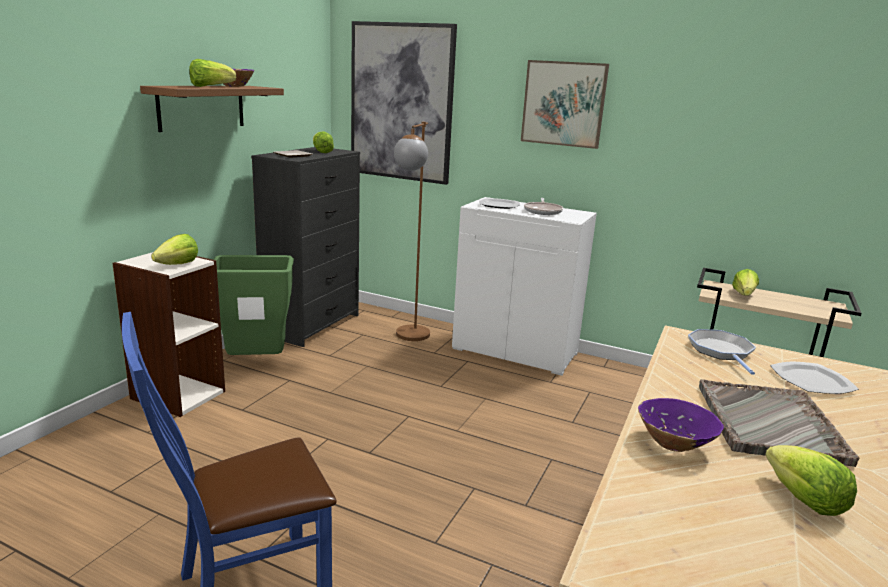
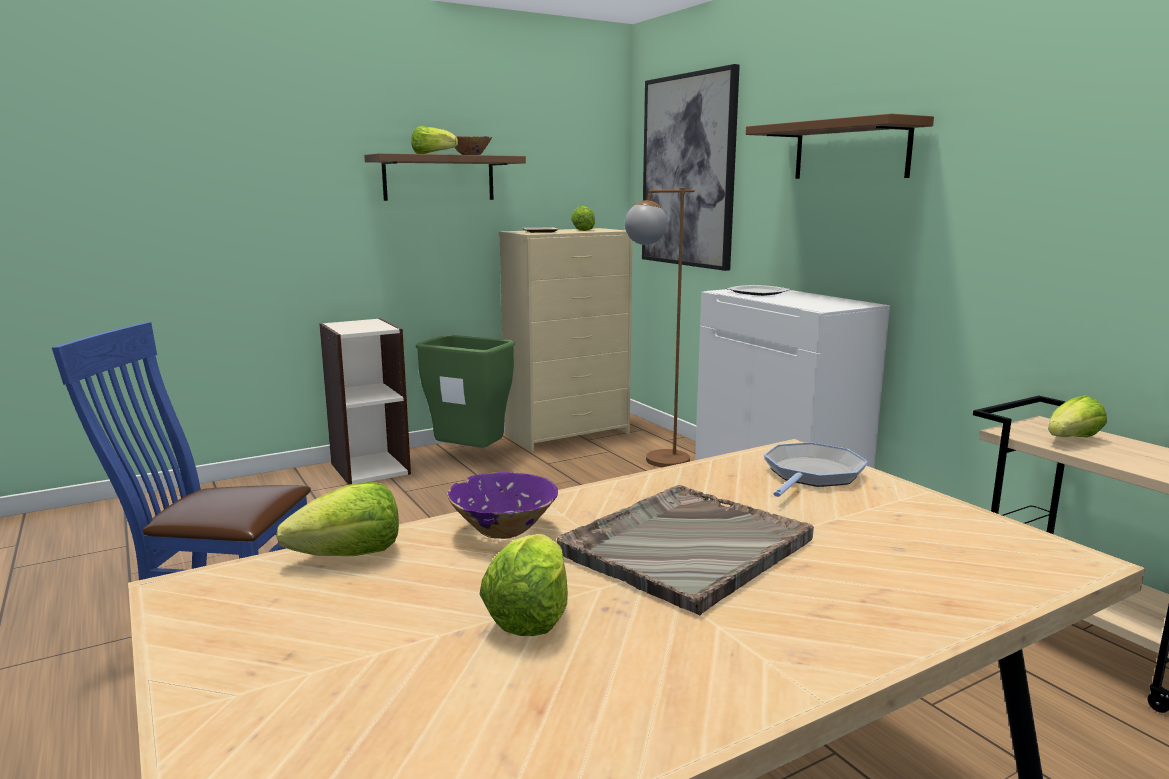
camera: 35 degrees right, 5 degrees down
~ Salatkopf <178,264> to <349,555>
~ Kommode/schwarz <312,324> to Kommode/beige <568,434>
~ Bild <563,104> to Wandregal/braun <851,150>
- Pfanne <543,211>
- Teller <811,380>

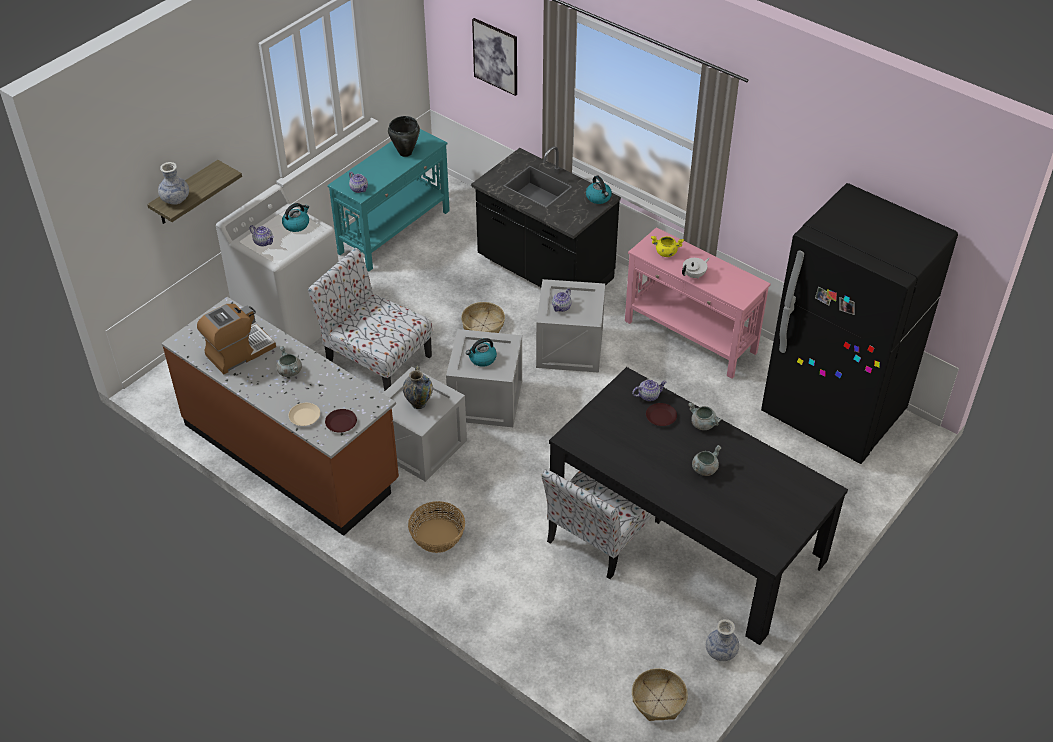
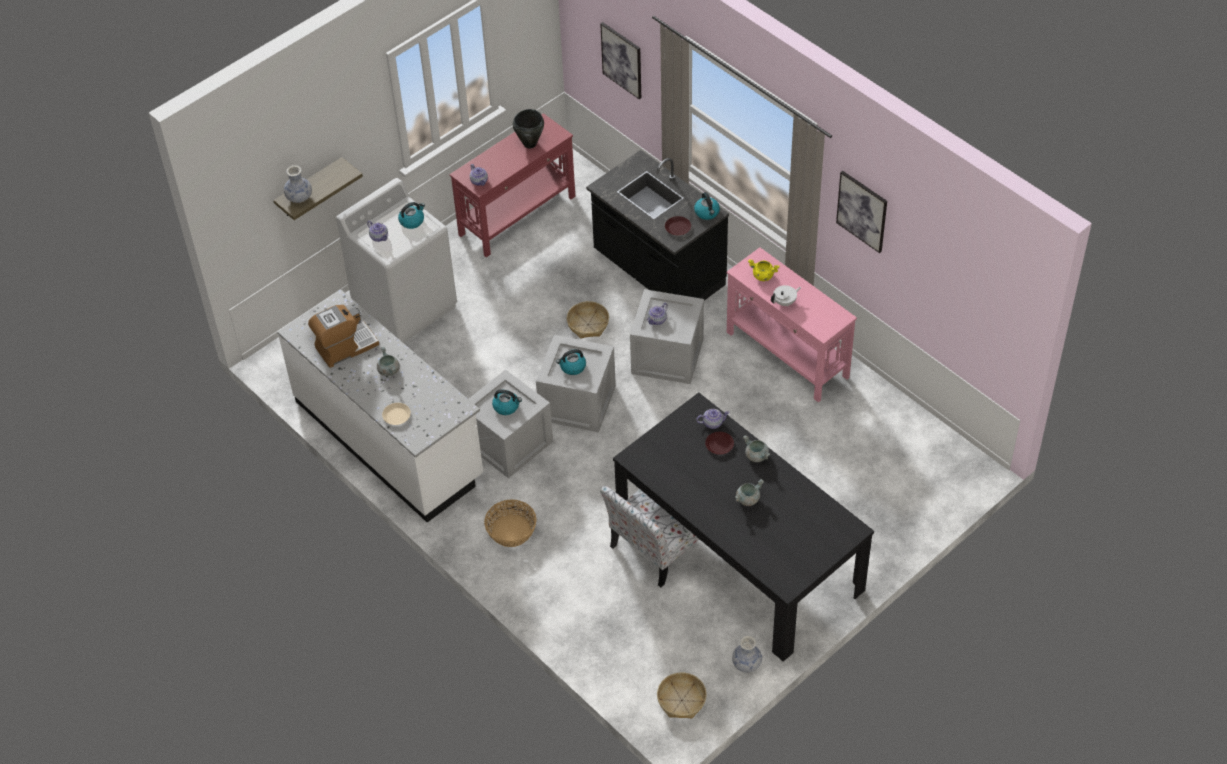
camera: 10 degrees right, 5 degrees up
~ Küchenzeile/braun <291,453> to Küchenzeile/weiß <389,439>
- Stuhl <376,359>
~ Teller/braun <341,423> to <678,228>
~ Konsolentisch/türkis <395,232> to Konsolentisch/rot <518,215>
~ Vase <418,403> to Wasserkessel <506,406>
- Kühlschrank/schwarz <833,414>
+ Bild <862,211>

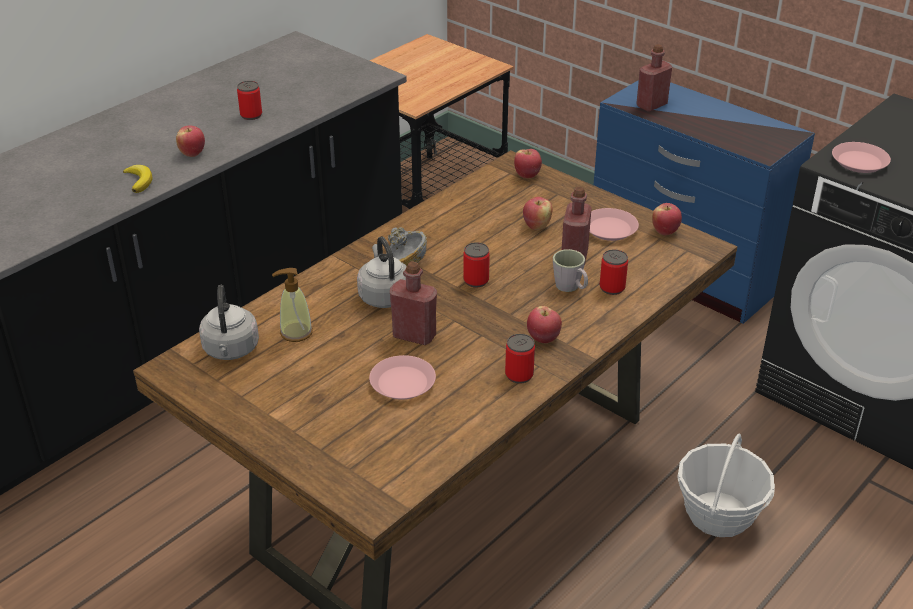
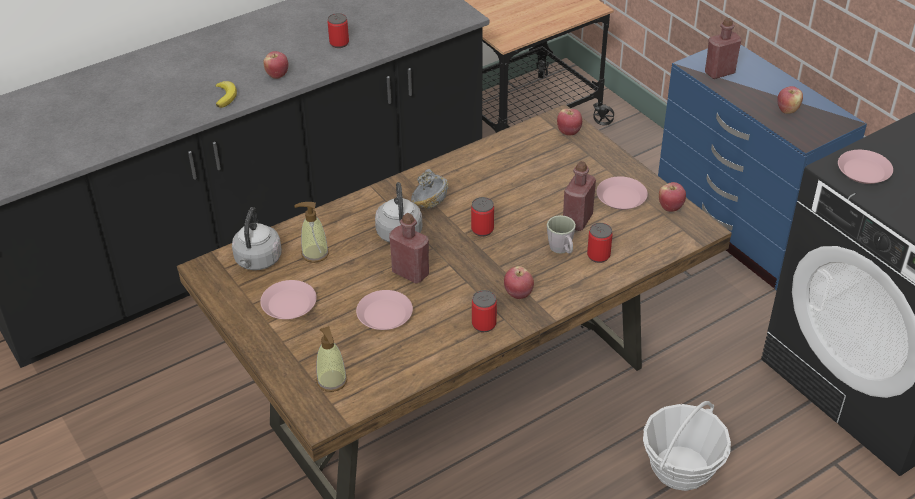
camera: 15 degrees right, 5 degrees up
~ Apfel <536,226> to <787,110>
+ Teller/rosa <289,304>
+ Seifenspender <332,381>

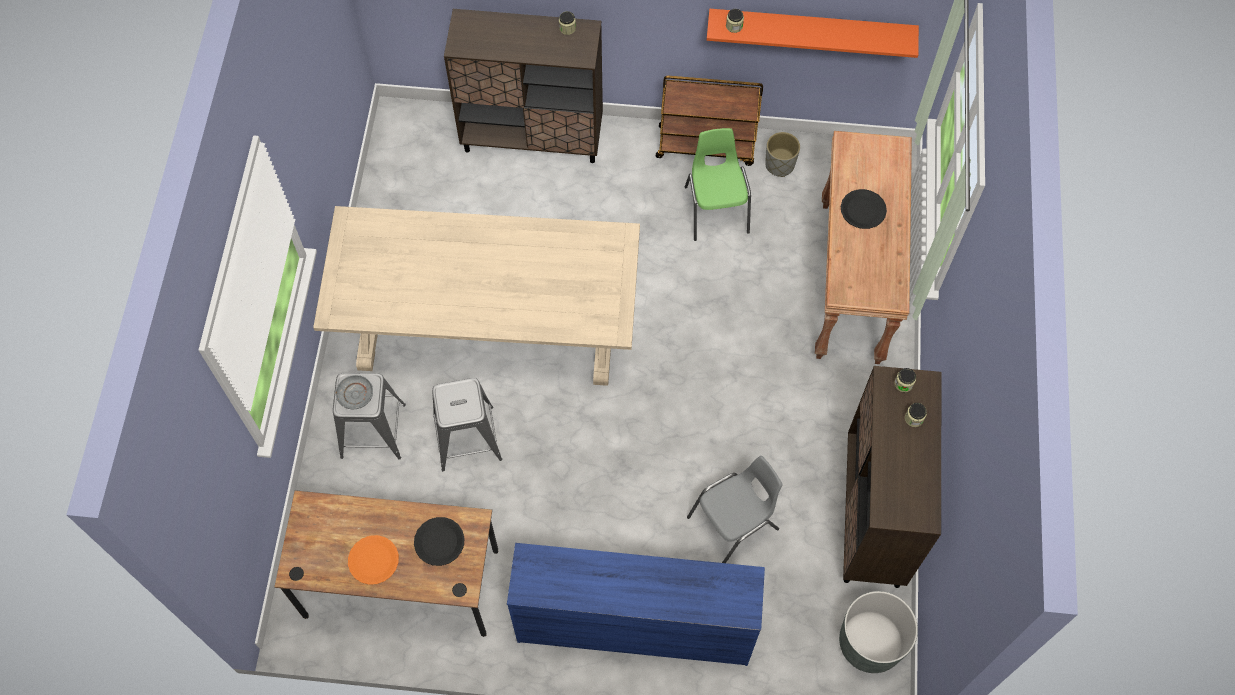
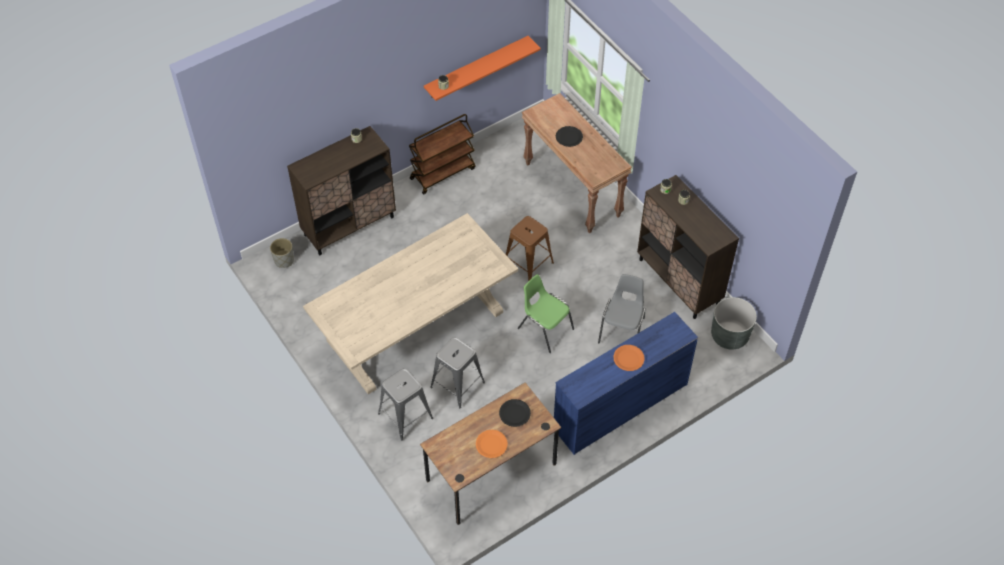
camera: 40 degrees left, 10 degrees down
- Teller/grau <355,395>
~ Stuhl/grün <716,208> to <545,328>
~ Pflanzkübel/grau <779,164> to <284,260>
+ Hocker/braun <528,264>
+ Teller/orange <628,358>

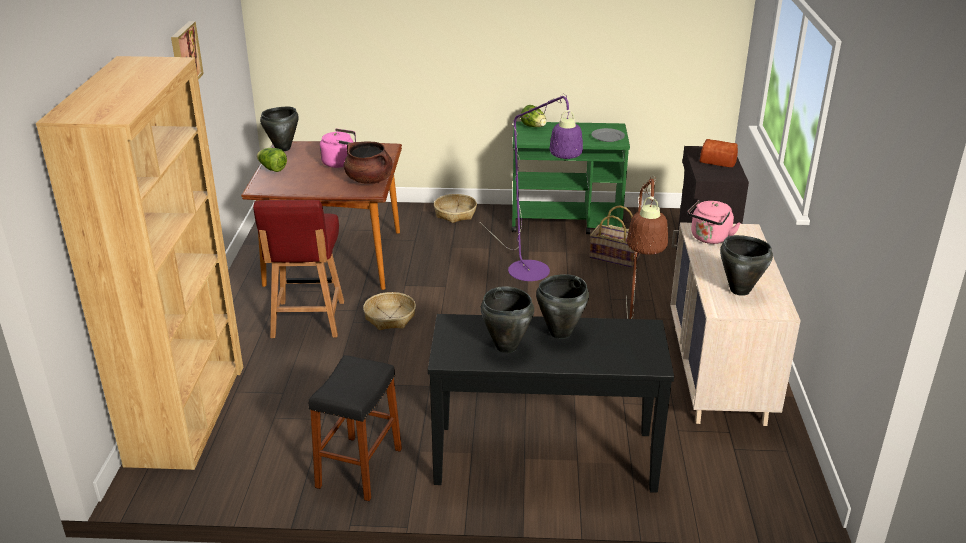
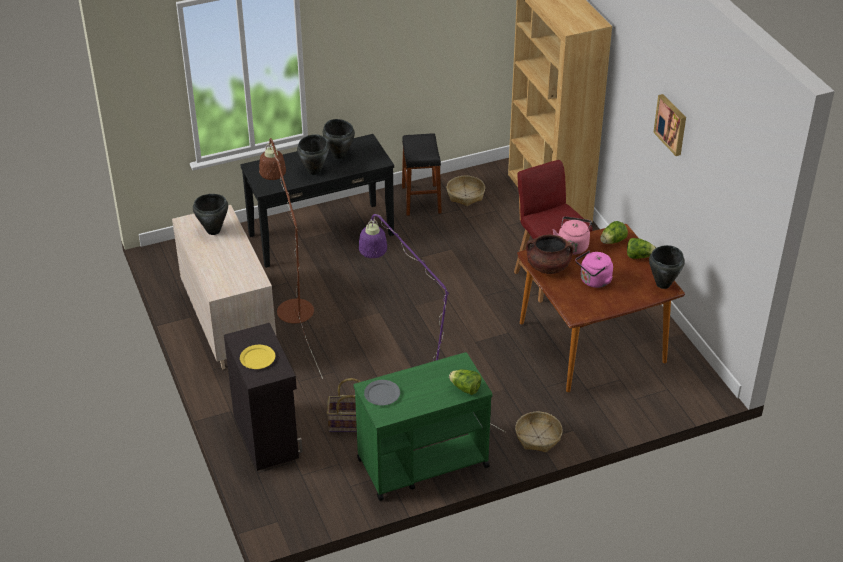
camera: 155 degrees right, 10 degrees up
~ Korb <390,317> to <465,195>
~ Wasserkessel/rosa <709,238> to <573,246>
~ Brot <717,161> to Teller/gelb <258,358>
+ Salatkopf <612,241>

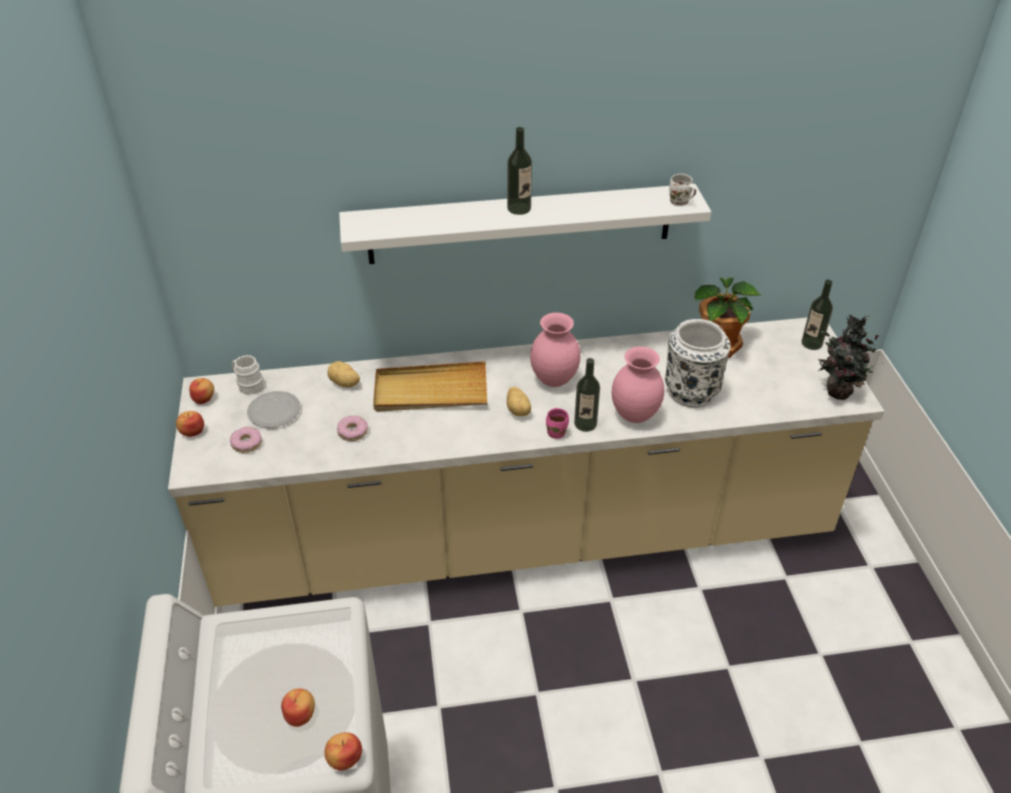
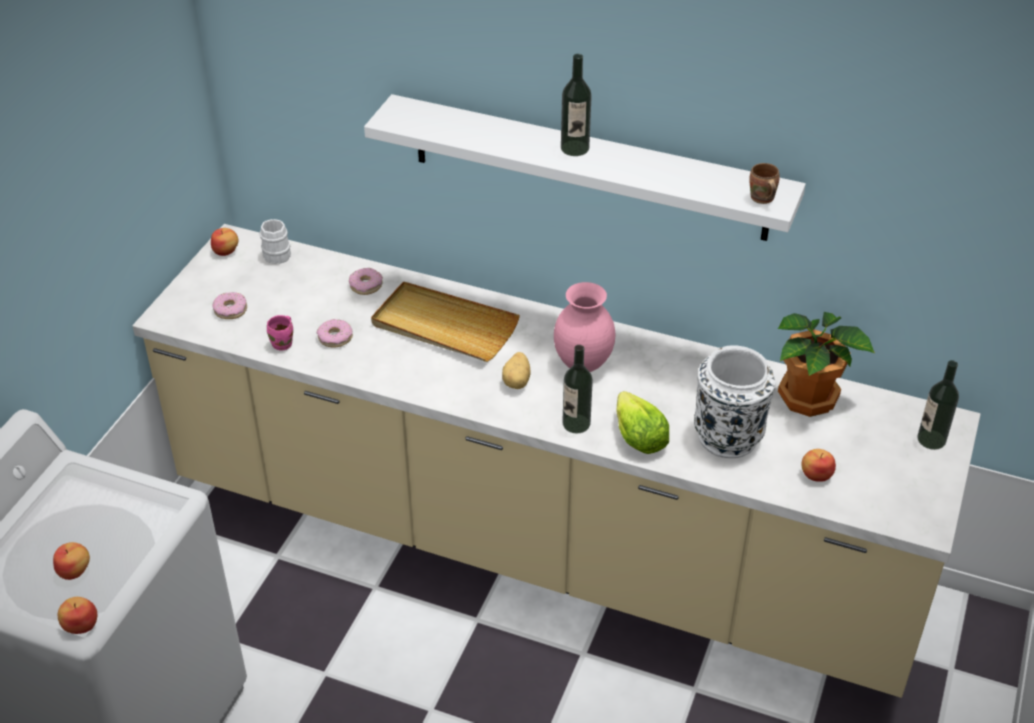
camera: 30 degrees right, 0 degrees up
~ Apfel <192,431> to <816,474>
- Teller <274,412>
~ Kartoffel <344,383> to Donut <366,285>
~ Henkelbecher/rosa <557,432> to <284,344>
~ Vase/rosa <635,416> to Salatkopf <638,437>
~ Henkelbecher/weiß <679,203> to Henkelbecher/braun <761,199>
- Topfpflanze <836,392>

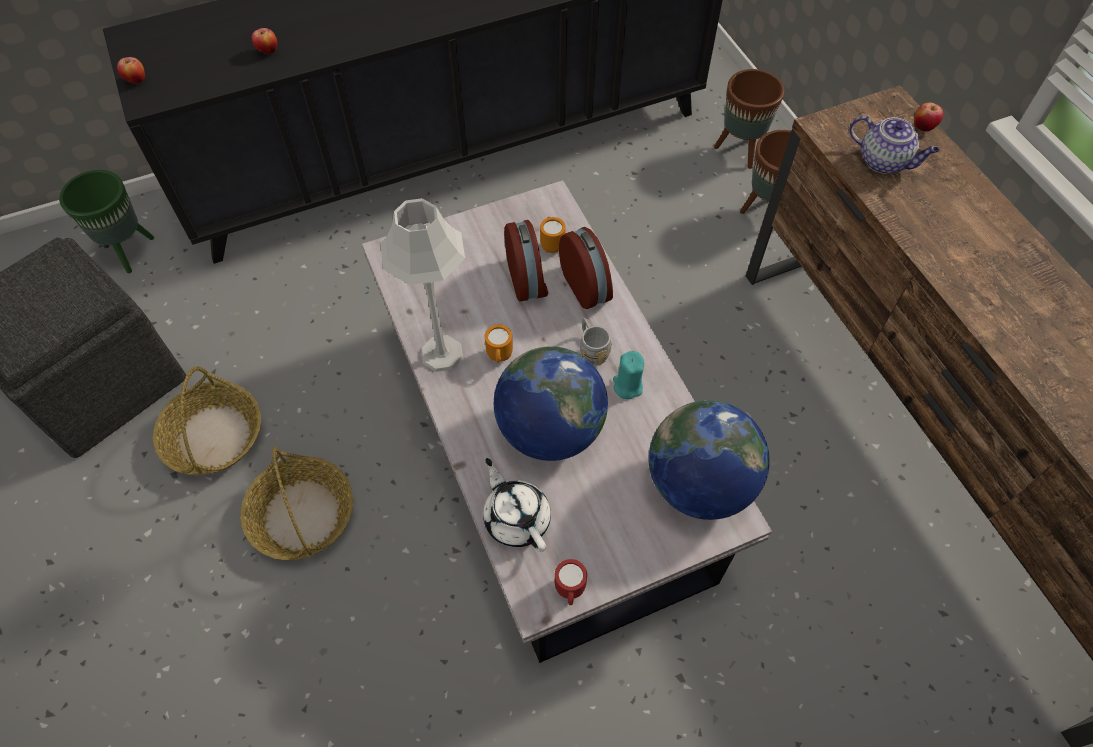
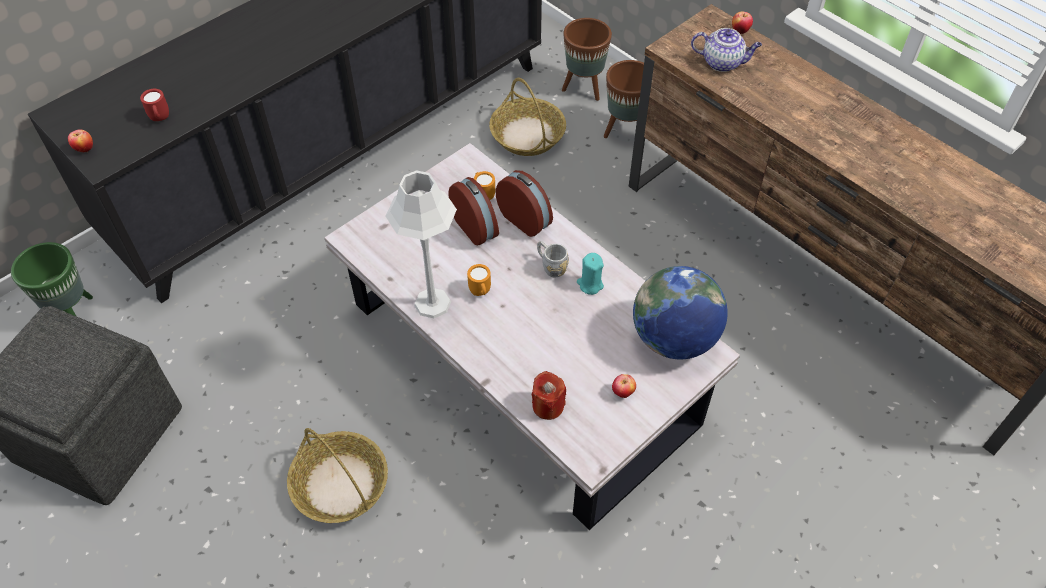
camera: 20 degrees left, 5 degrees down
~ Korb <214,436> to <527,135>
~ Apfel <268,52> to <623,393>
~ Teekanne/weiß <516,518> to Kerze/rot <548,406>
- Globus <550,430>
~ Henkelbecher/rot <570,592> to <160,119>

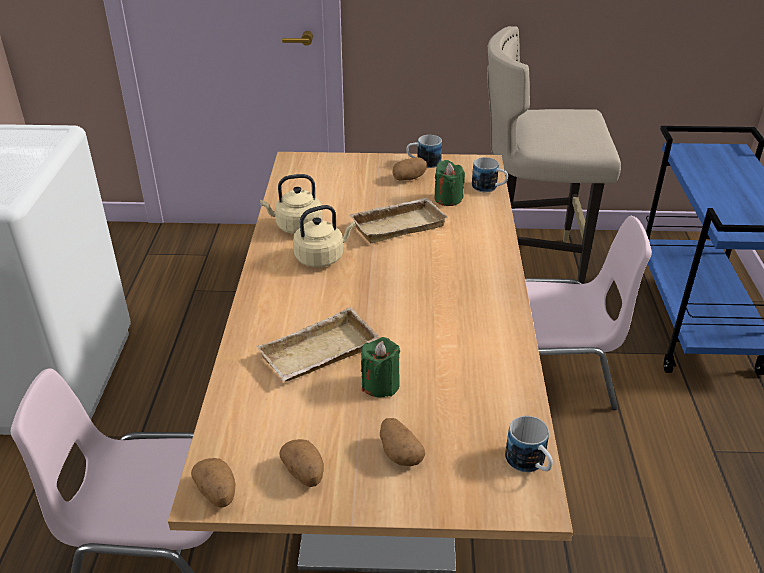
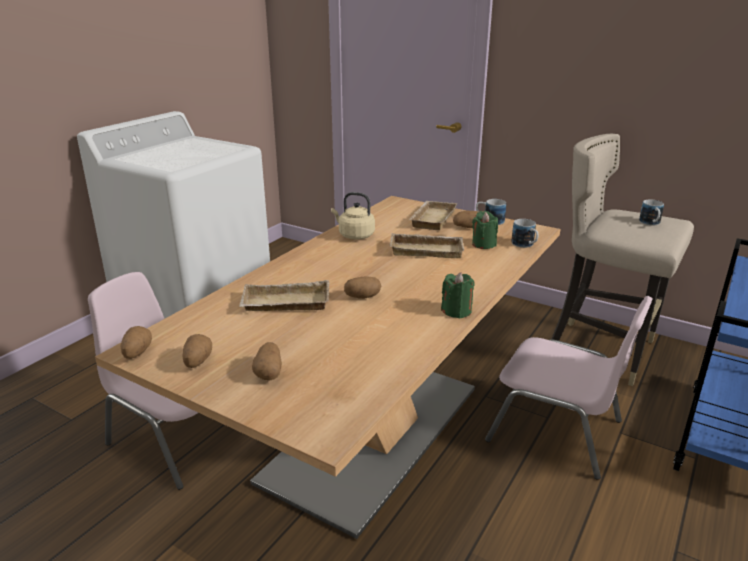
camera: 30 degrees right, 10 degrees down
- Wasserkessel/beige <322,258>
~ Kerze/grün <380,385> to <456,311>
~ Henkelbecher <530,464> to <651,223>
+ Kartoffel <363,297>
+ Tablett/beige <431,219>

